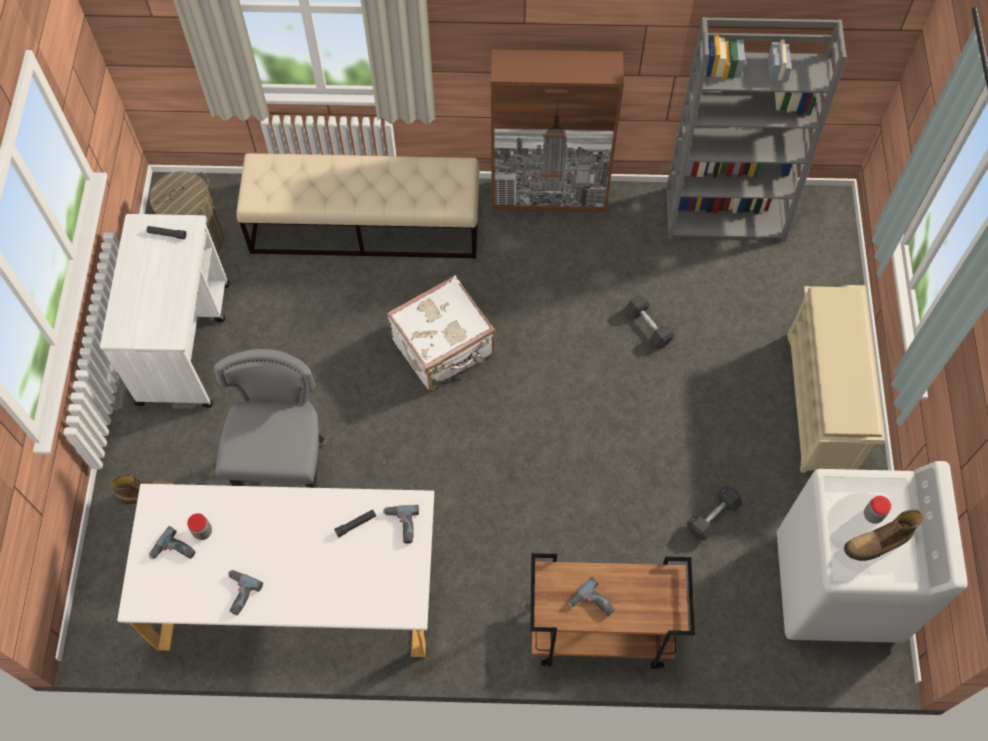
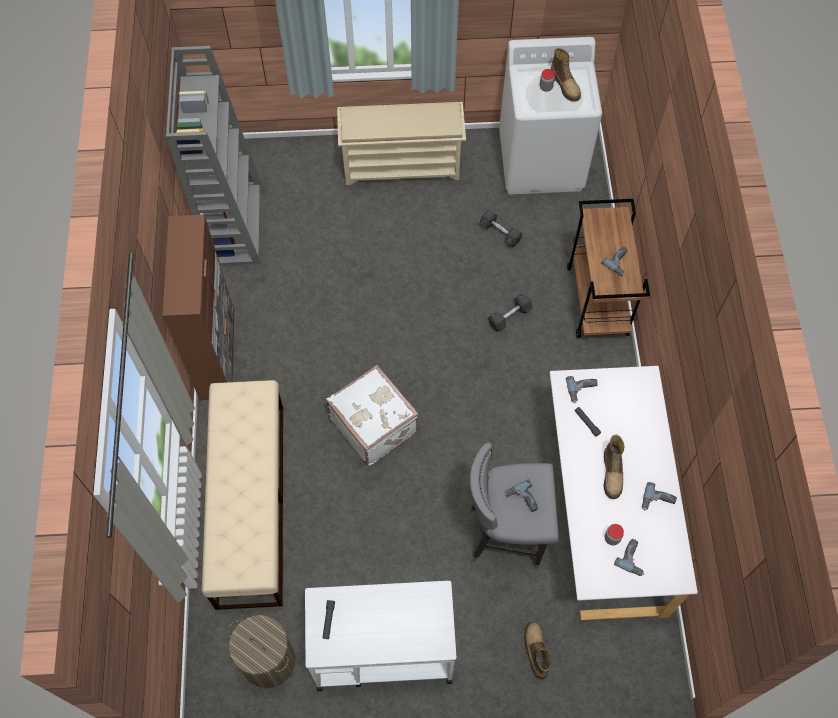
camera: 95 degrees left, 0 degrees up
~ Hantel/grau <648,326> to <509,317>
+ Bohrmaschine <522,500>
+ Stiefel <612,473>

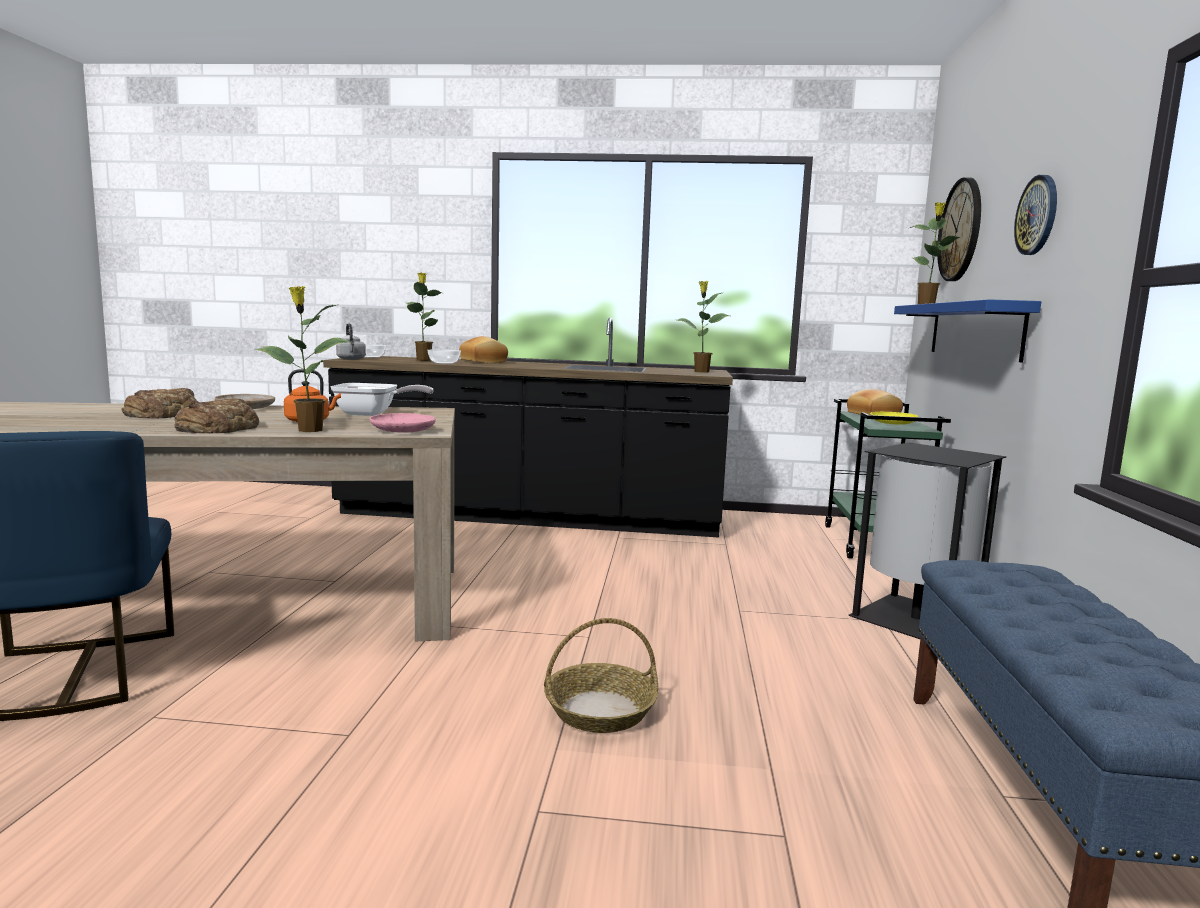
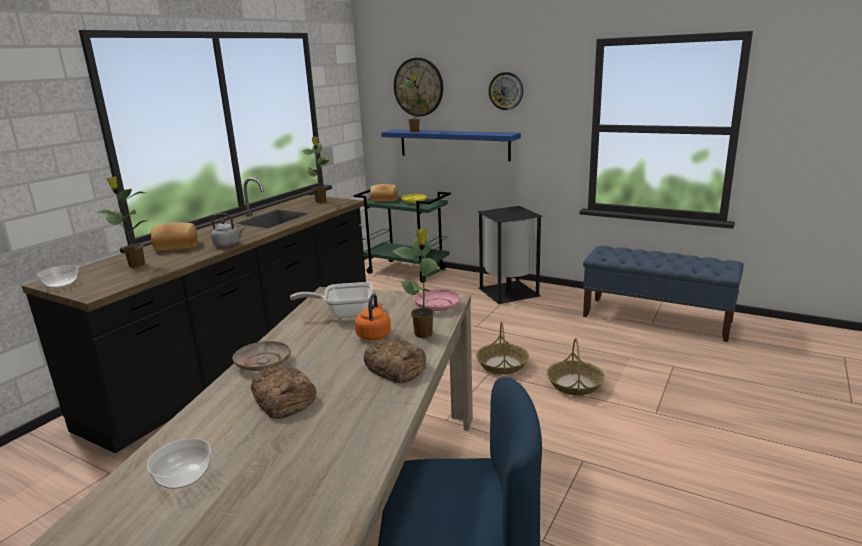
camera: 65 degrees left, 10 degrees up
~ Pfanne <372,414> = <344,313> 120 degrees counterclockwise
~ Wasserkessel/grau <351,359> to <228,245>
~ Schüssel <444,363> to <182,476>
+ Korb <502,364>

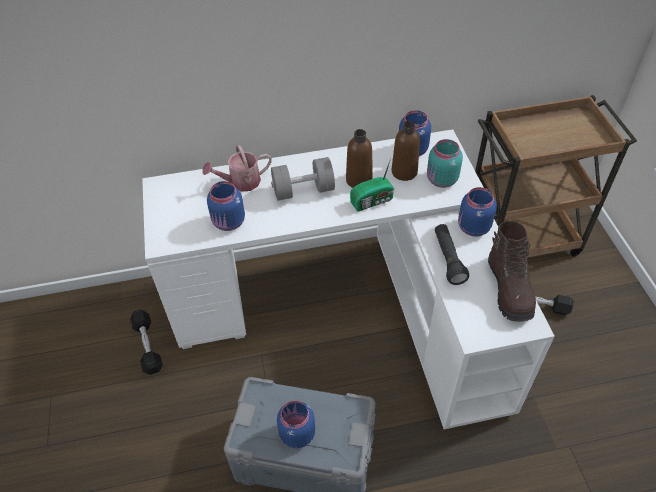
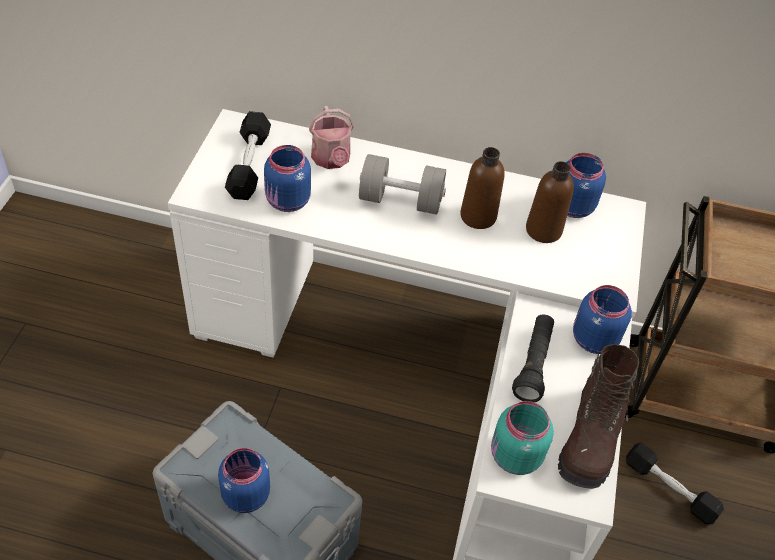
camera: 20 degrees right, 0 degrees up
~ Hantel/schwarz <147,346> to <249,164>
~ Gießkanne <241,182> = <332,160> 105 degrees counterclockwise
- Radio <373,201>
~ Vorratsglas/türkis <441,180> to <513,456>

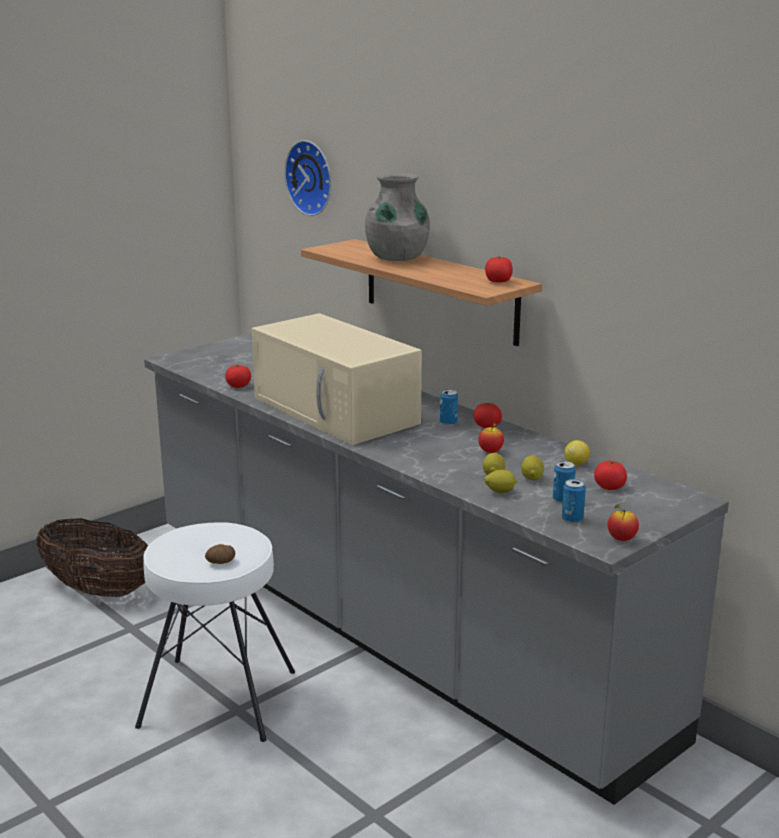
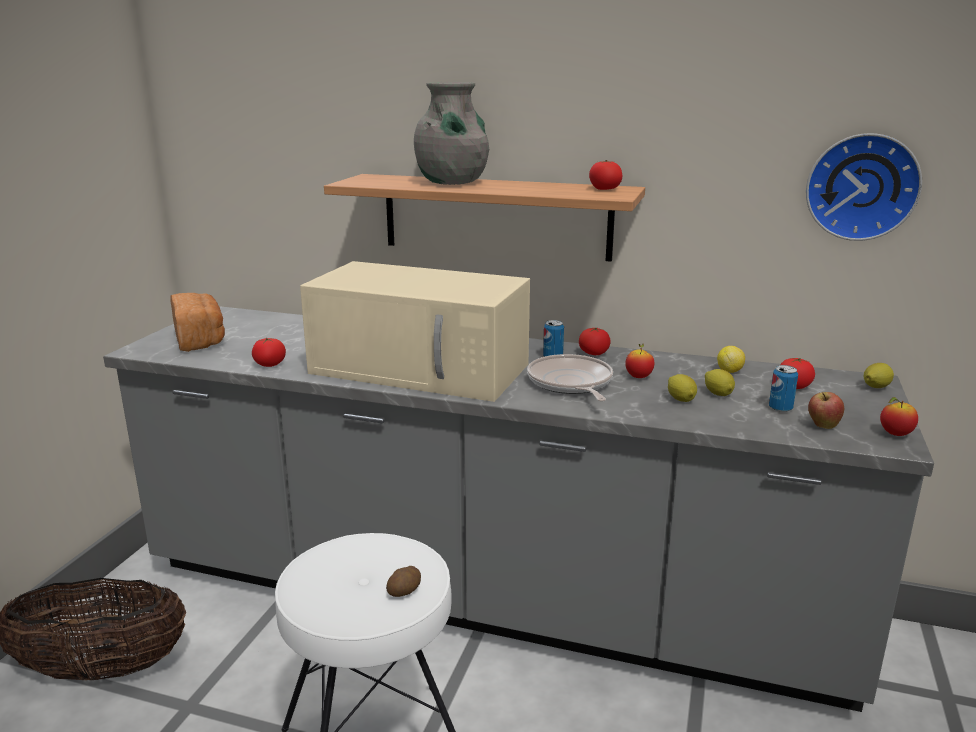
camera: 30 degrees left, 0 degrees up
~ Wanduhr <312,177> to <861,186>
~ Zitrone <500,492> to <875,387>
~ Dose <572,519> to Apfel <823,426>
+ Brot <200,339>
+ Pfanne <570,383>

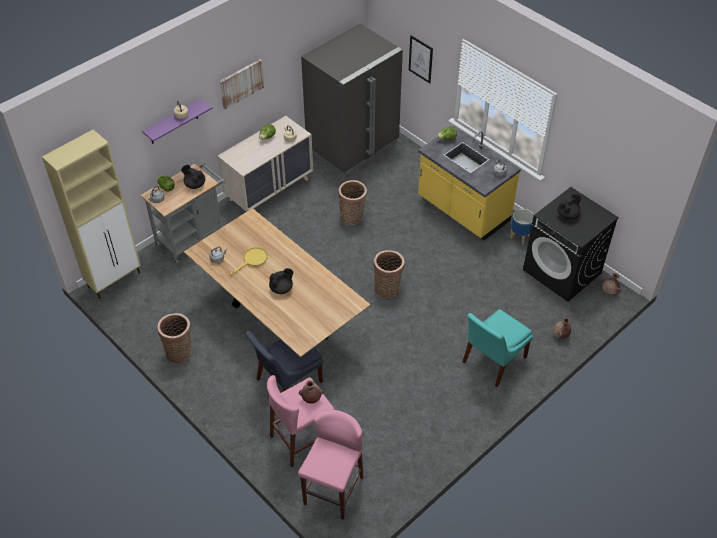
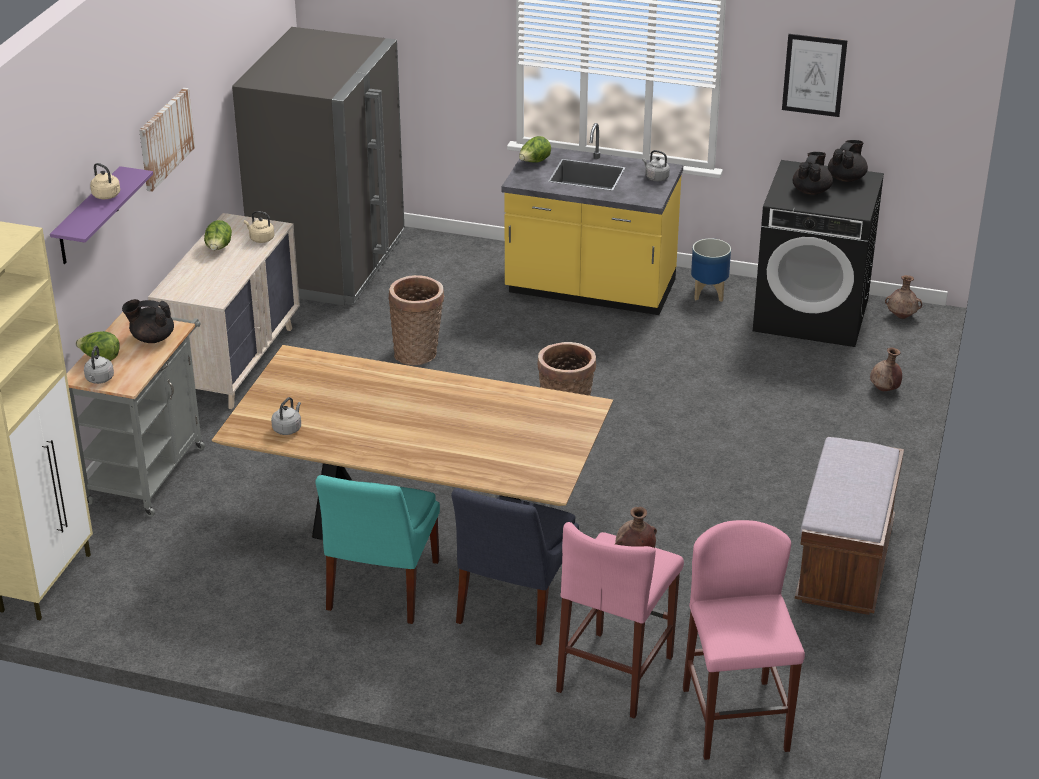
camera: 30 degrees left, 15 degrees down
- Korb <179,352>
- Pfanne/gelb <253,260>
~ Teekanne/schwarz <282,288> to <846,178>
~ Bild <420,59> to <814,75>
~ Stuhl/türkis <492,361> to <381,589>
+ Bank/braun <845,564>

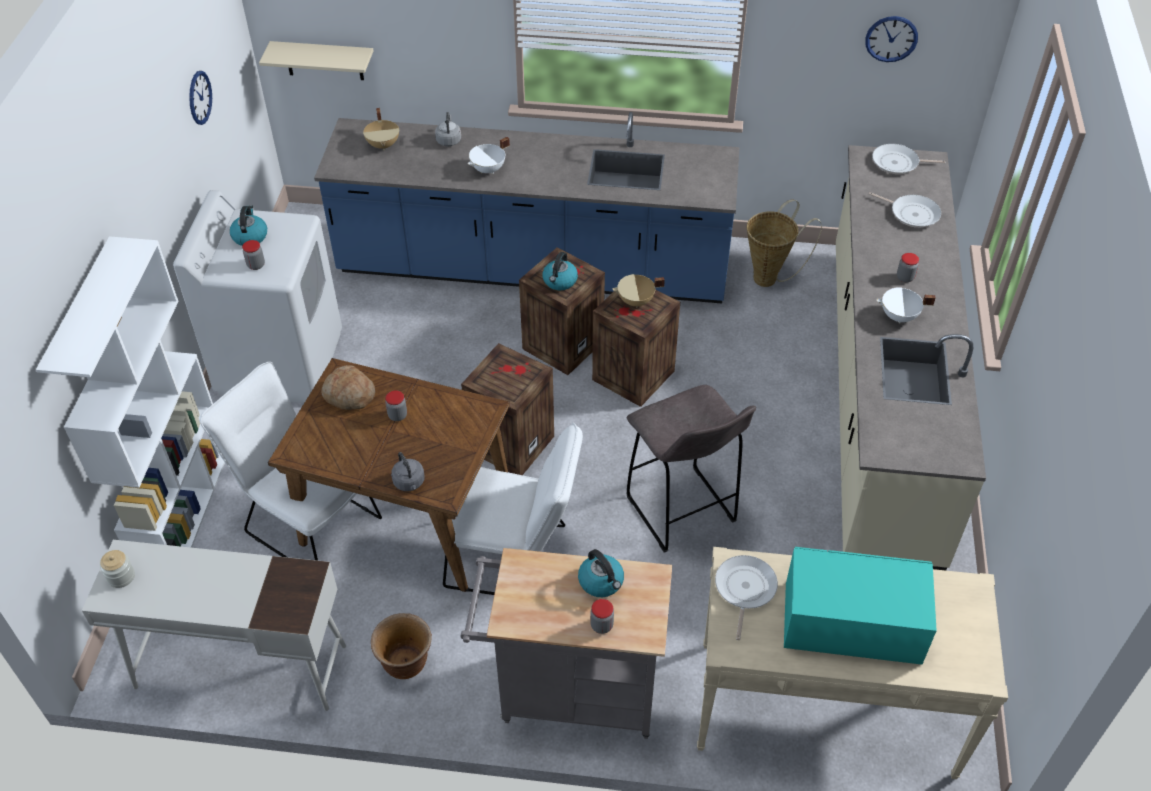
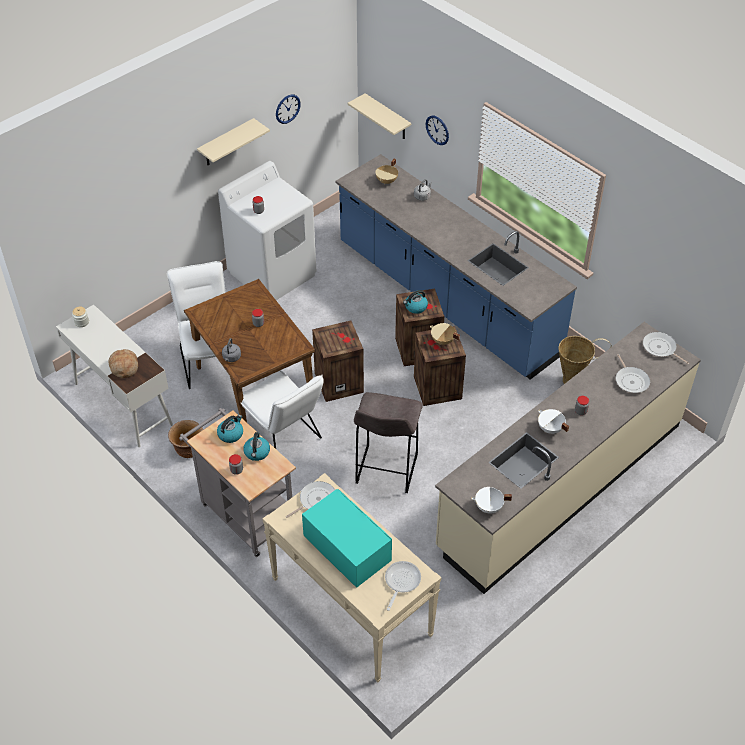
camera: 40 degrees right, 0 degrees up
- Bücherregal/weiß <183,509>
~ Wasserkessel <250,236> to <231,434>
~ Brot <349,395> to <124,367>
~ Kochtopf/weiß <488,169> to <489,507>
~ Wanduhr <891,38> to <437,130>
+ Wandregal/beige <226,143>
+ Pfanne <401,582>

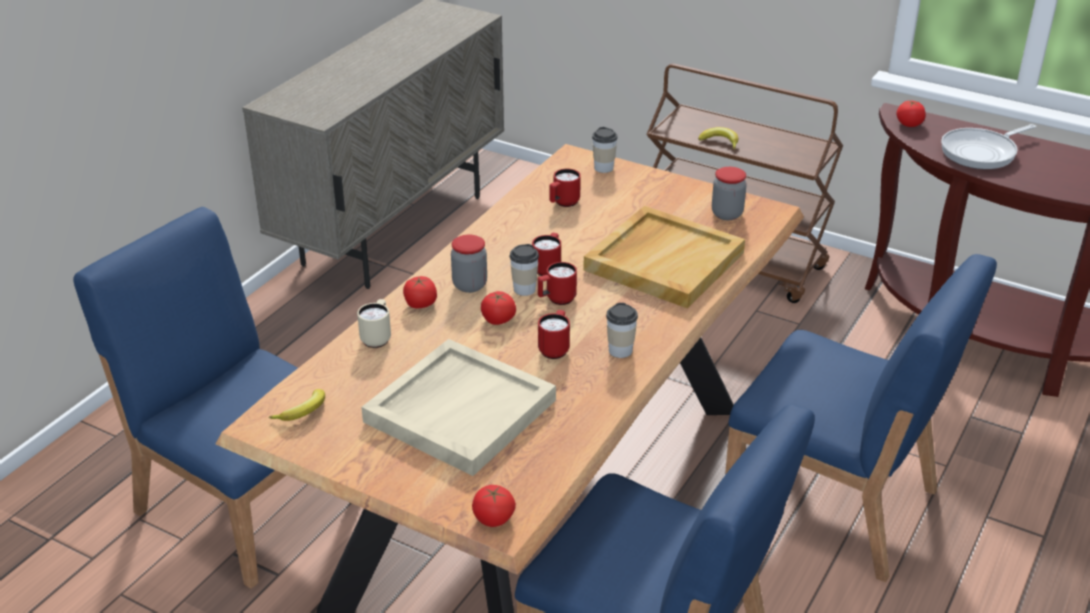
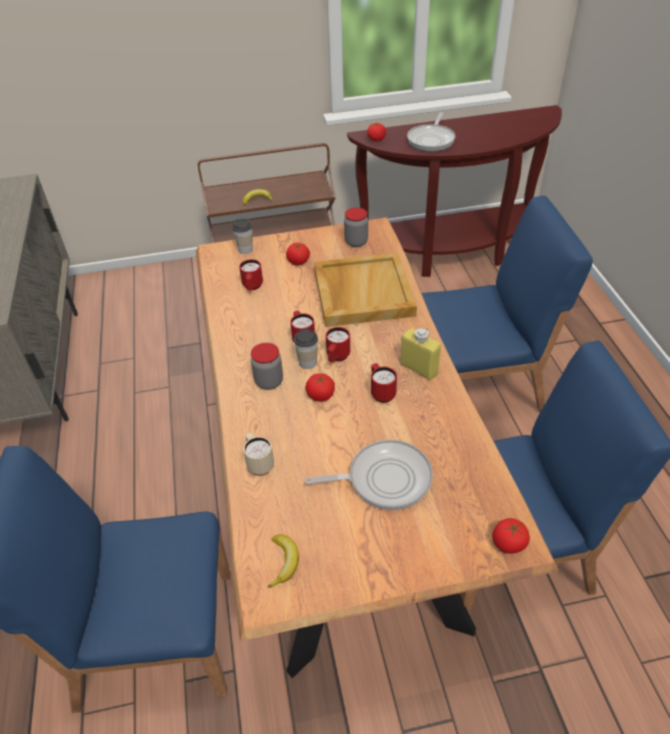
camera: 40 degrees left, 10 degrees up
~ Tablett/beige <460,410> to Pfanne <384,479>
~ Tomate <420,304> to <298,262>
~ Tasse <620,351> to Flasche/gelb <419,368>

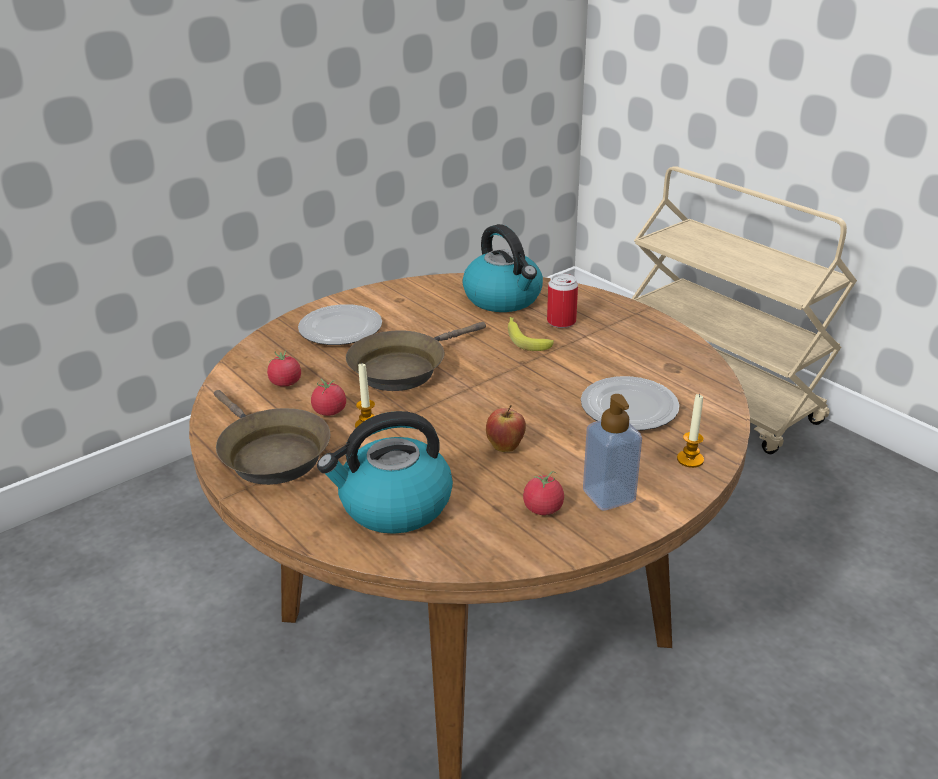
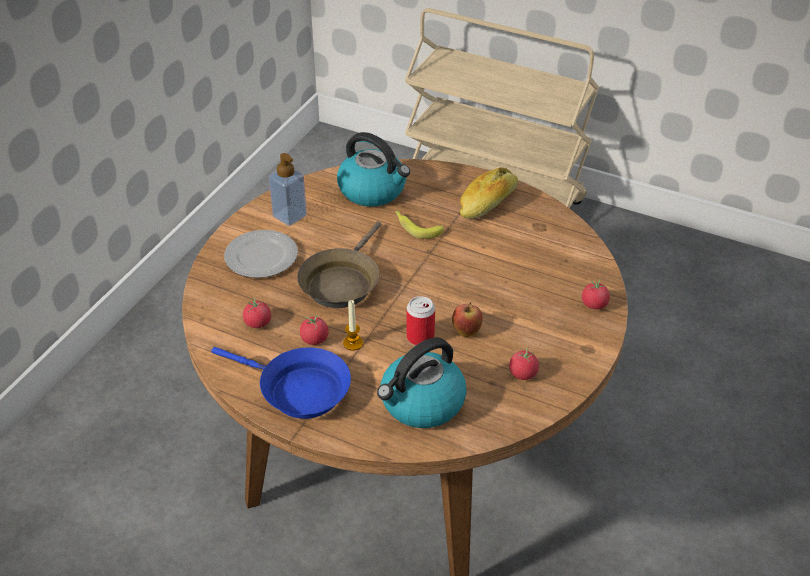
camera: 25 degrees left, 10 degrees up
~ Pfanne/braun <270,454> to Pfanne/blau <298,390>
~ Dose <561,322> to <420,337>
- Teller <629,409>
~ Seifenspender <608,496> to <289,216>
~ Kerze <690,459> to Tomate <594,304>
+ Brot <488,203>

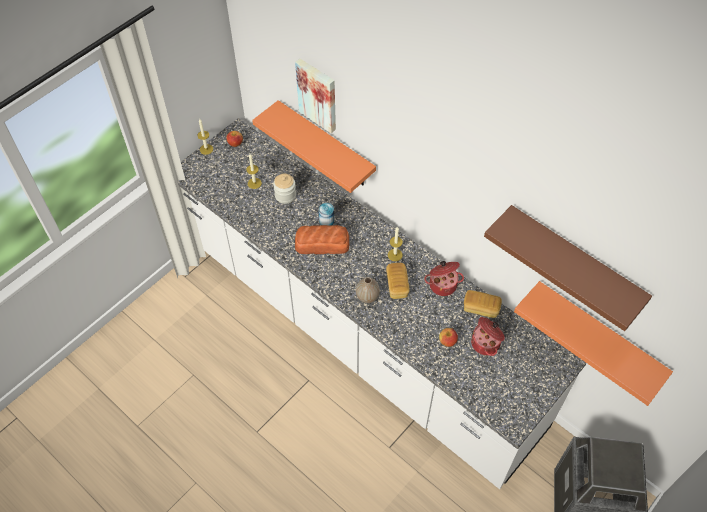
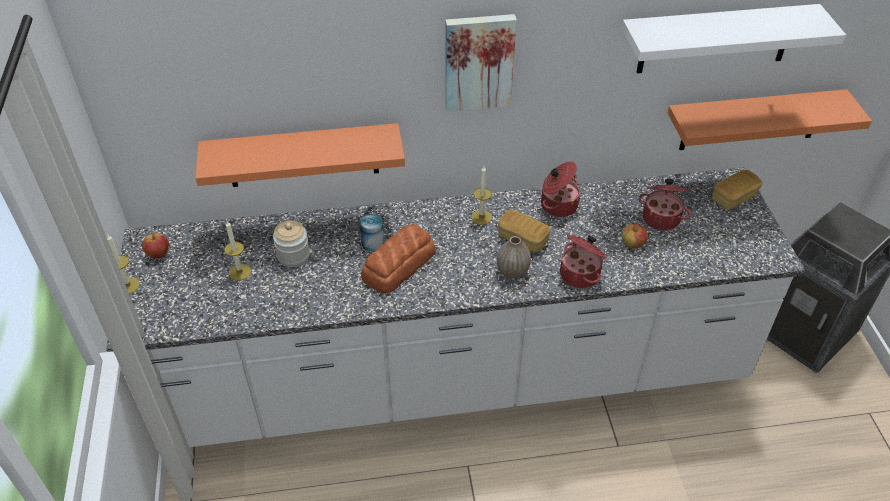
camera: 50 degrees left, 10 degrees down
~ Bild <318,94> to <478,61>
~ Brot <481,308> to <733,198>
~ Wandregal/braun <573,262> to Wandregal/weiß <715,39>
+ Kochtopf <580,274>

